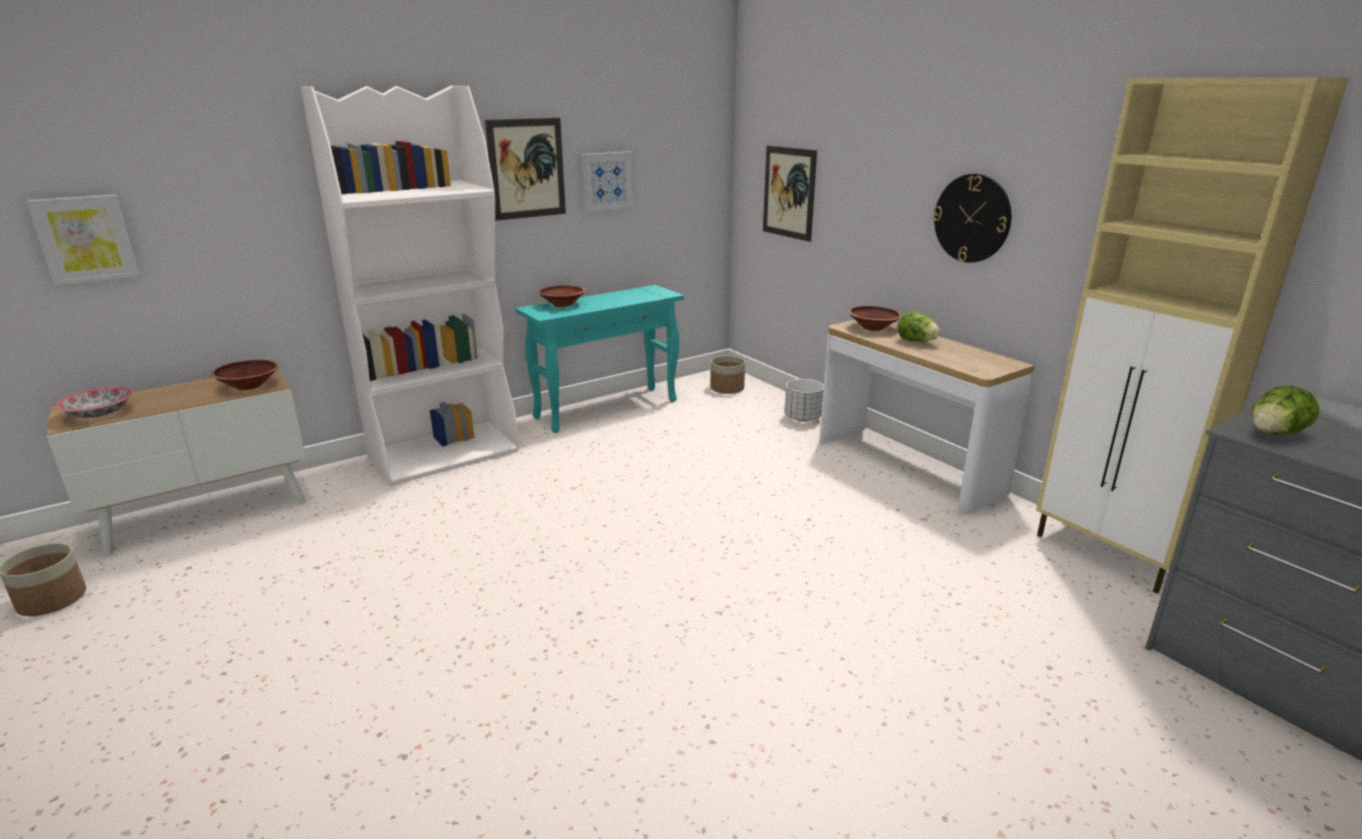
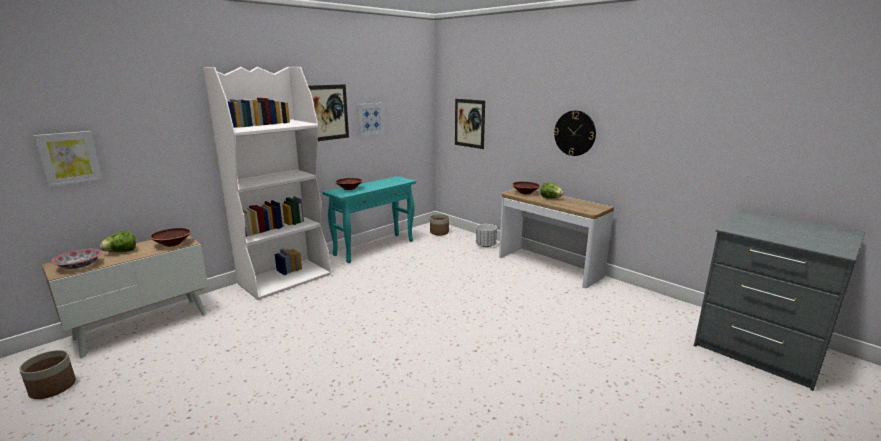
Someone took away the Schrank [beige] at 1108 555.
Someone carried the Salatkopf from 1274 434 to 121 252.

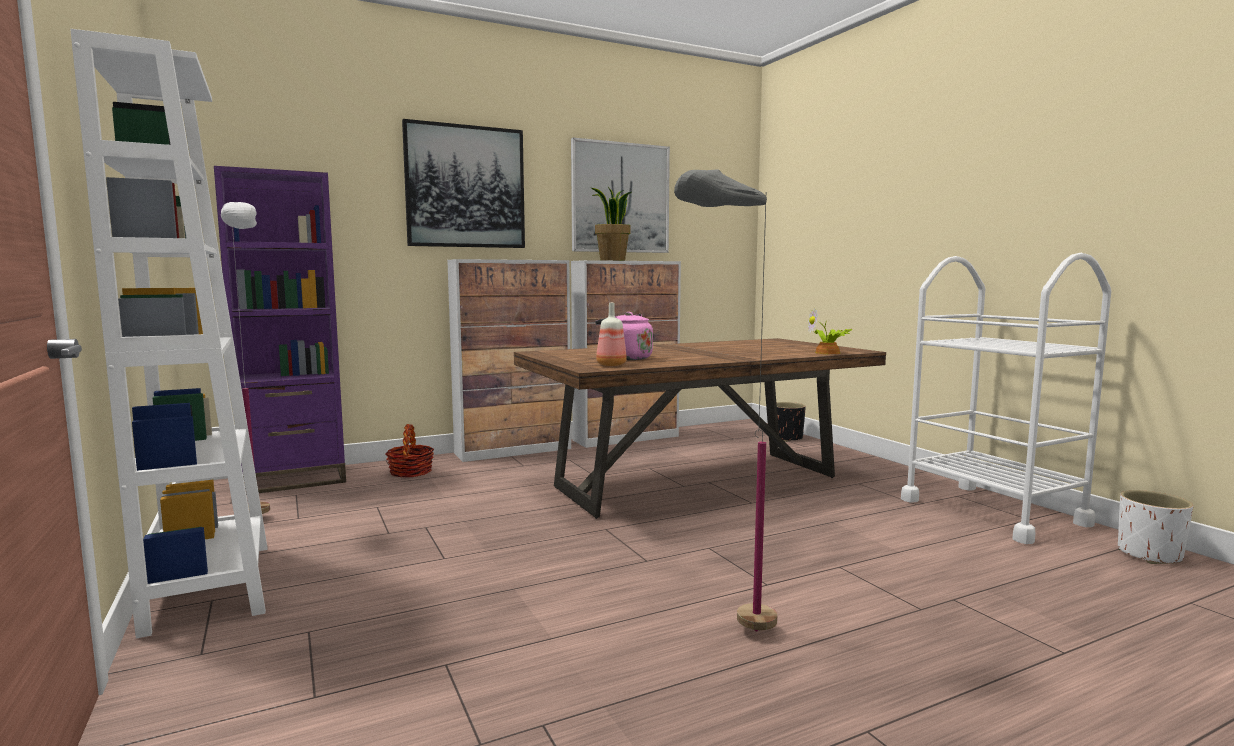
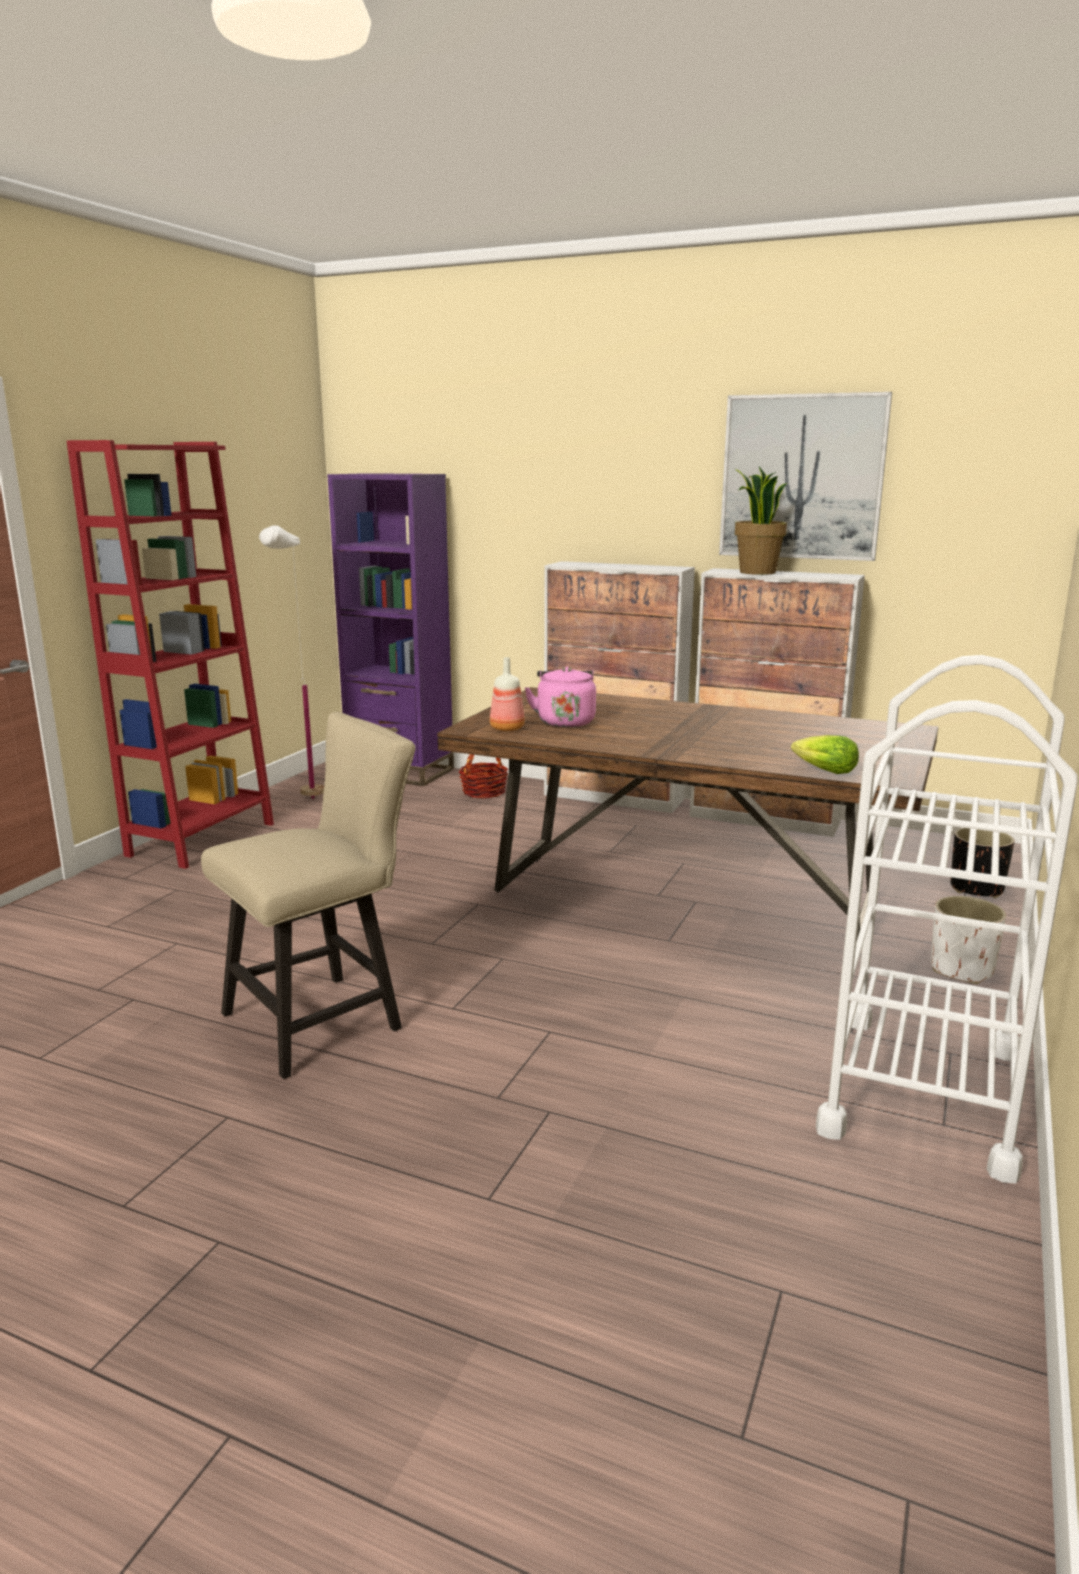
Someone repainted the Bücherregal [weiß] at 210 587, which became the Bücherregal [rot] at 201 839.
Someone took away the Bild at 465 187.
Someone swapped the Stehlampe [grau] at 723 635 for the Stuhl [beige] at 324 1018.
Someone swapped the Topfpflanze at 829 353 for the Salatkopf at 824 771.
Someone carried the Pflanzkübel [weiß] from 1150 555 to 962 970.

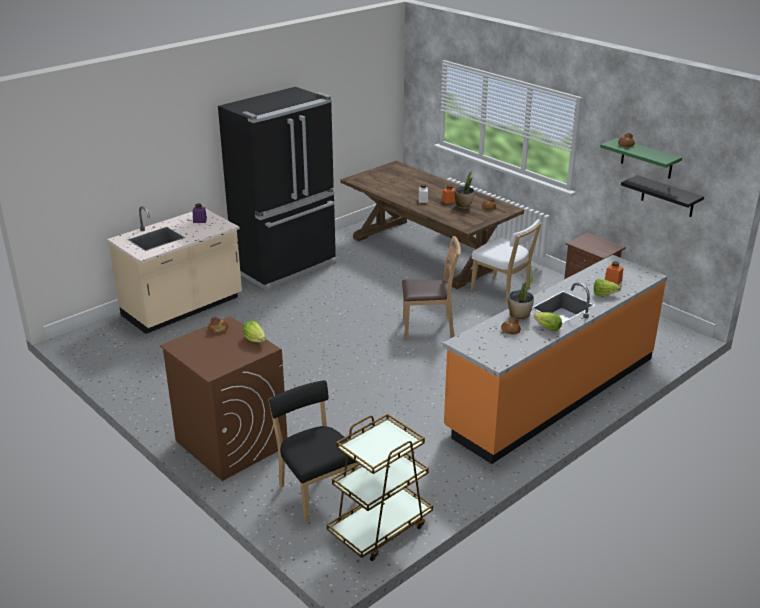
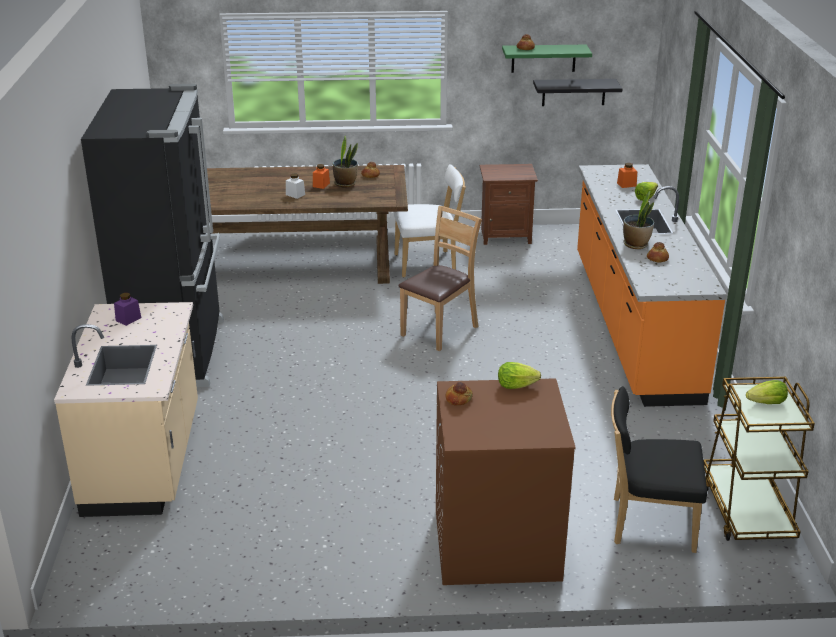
Someone carried the Salatkopf from 548 328 to 767 403.

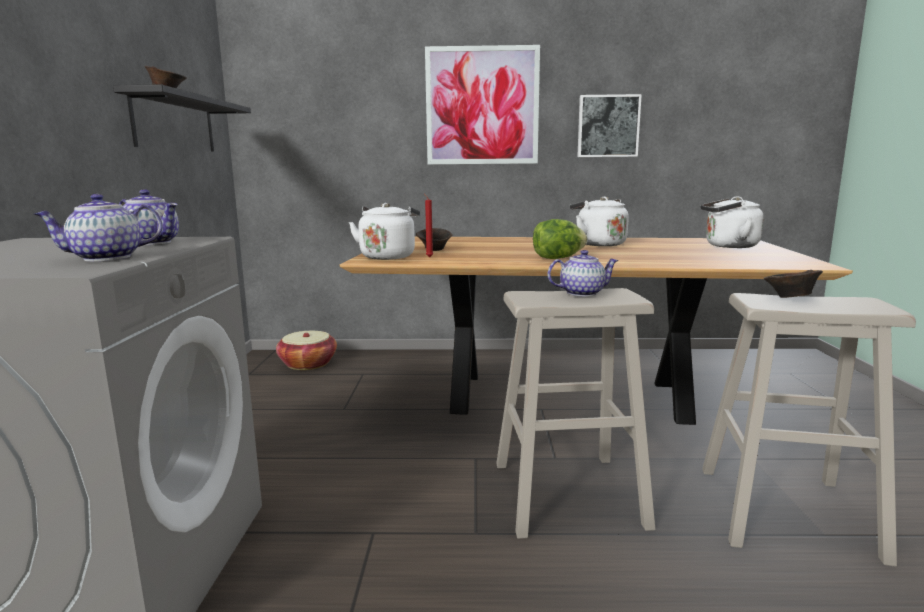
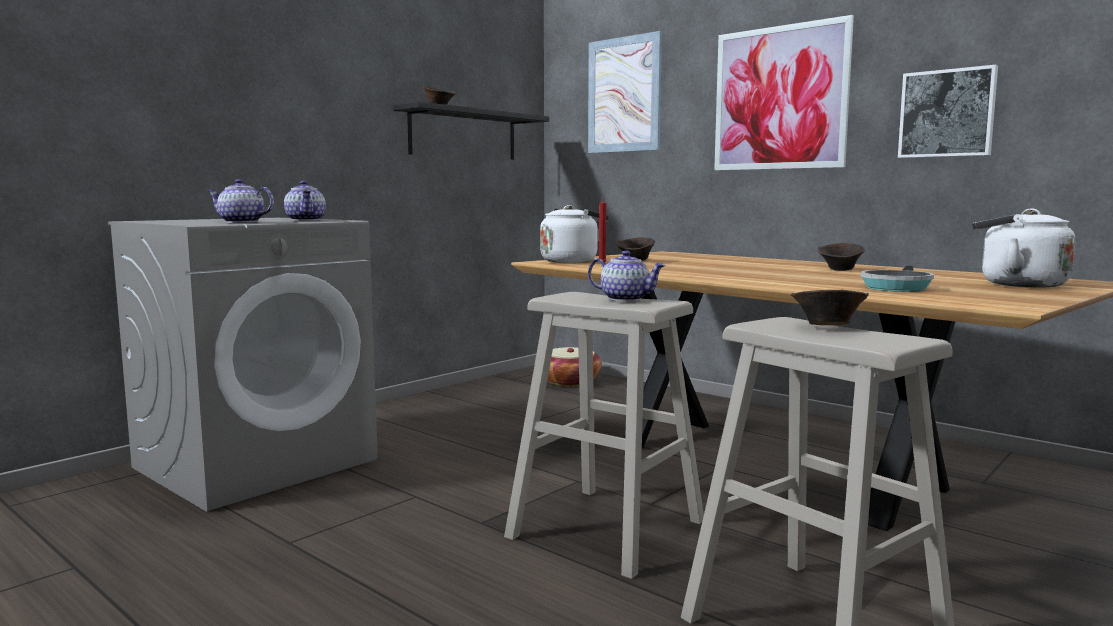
Someone took away the Salatkopf at 557 258.
Someone swapped the Wasserkessel [weiß] at 598 244 for the Schüssel [braun] at 840 270.
Someone put up the Bild at 624 95.
Someone put down the Pfanne at 896 287.

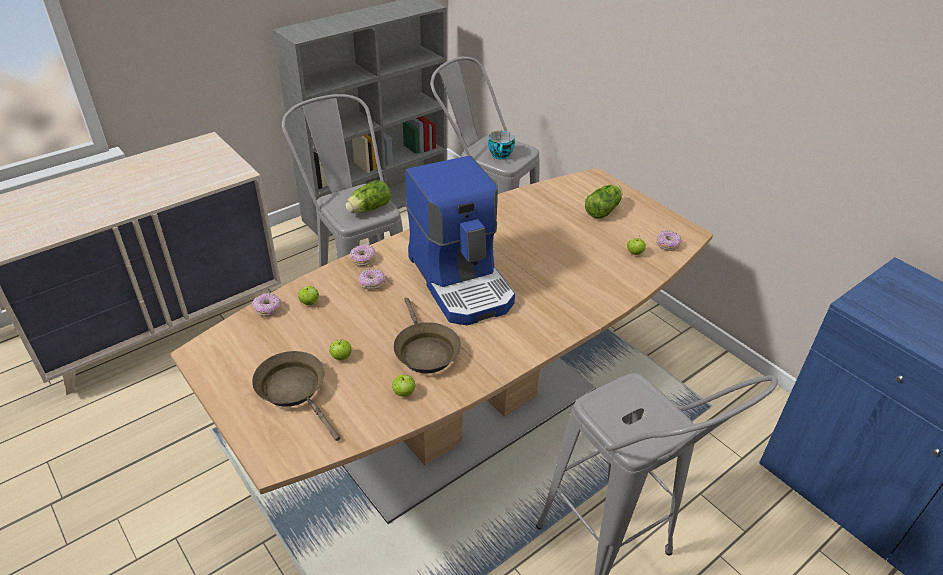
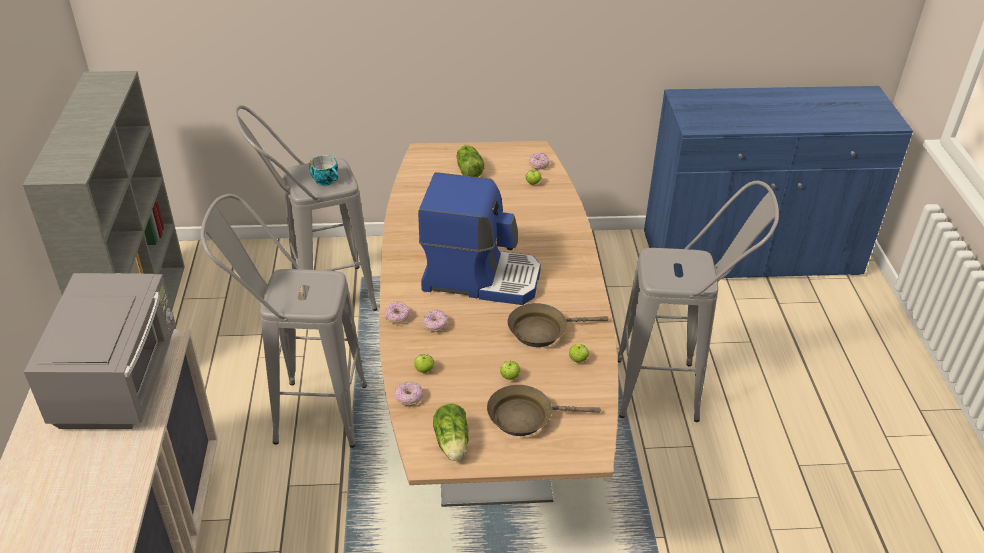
Someone carried the Salatkopf from 367 209 to 452 444.
Someone rotated the Pfanne [braun] at 425 350 by 150 degrees clockwise.
Someone put down the Mikrowelle [grau] at 120 380.

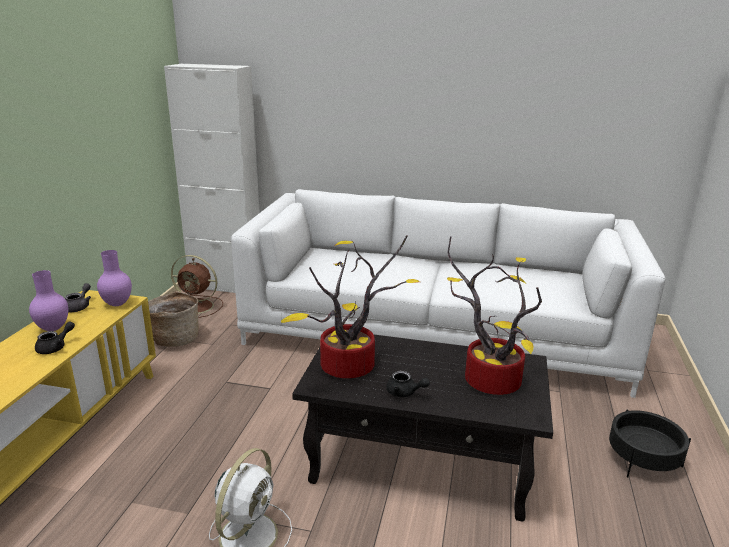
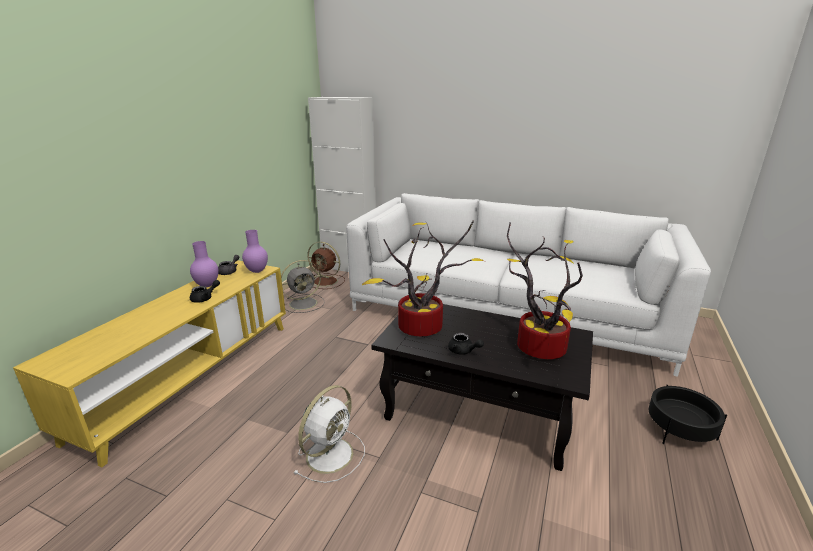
Someone swapped the Korb at 174 339 for the Ventilator [grau] at 304 303.

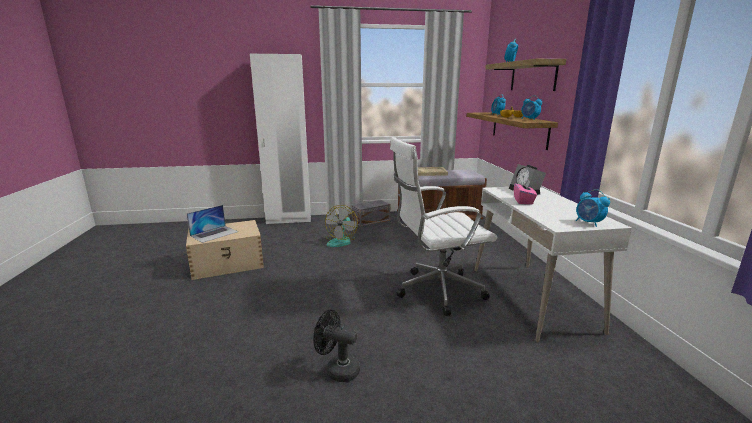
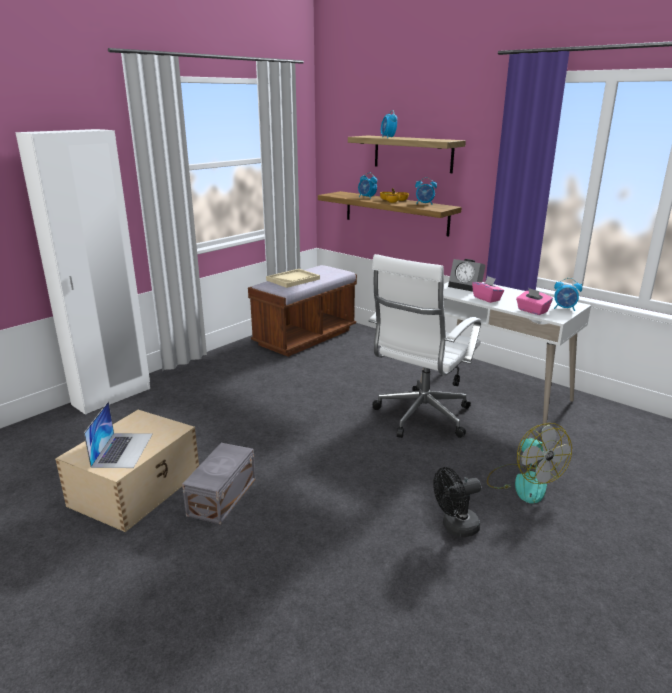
Someone carried the Ventilator from 341 241 to 523 482.
Someone carried the Aufbewahrungsbox [grau] from 370 221 to 220 497.
Someone put down the Taschentuchbox [rosa] at 532 311.

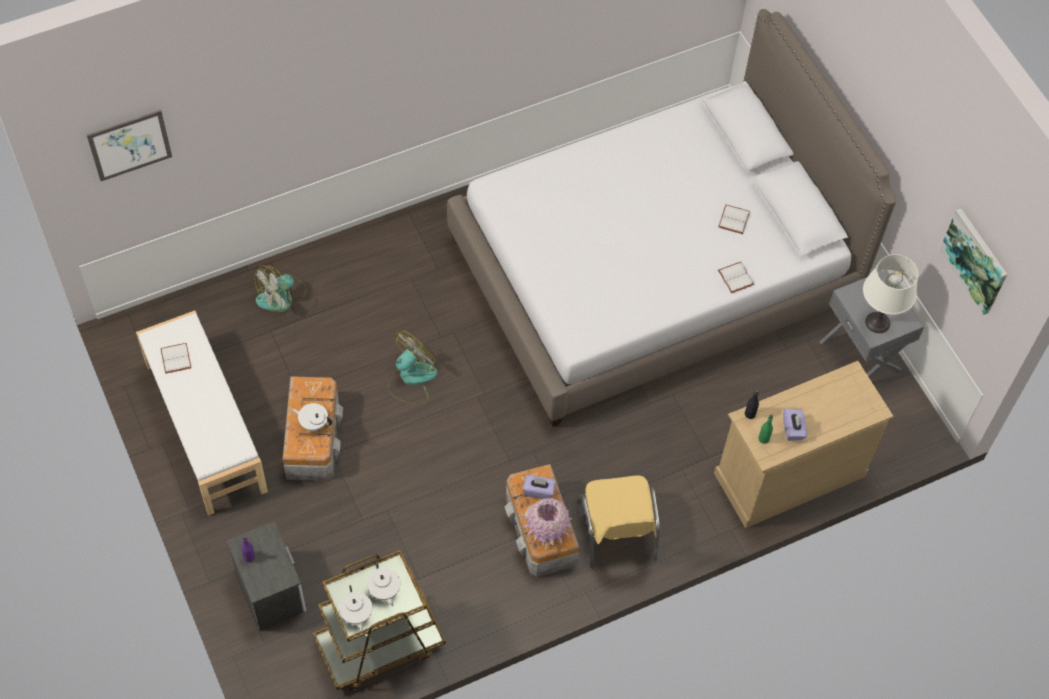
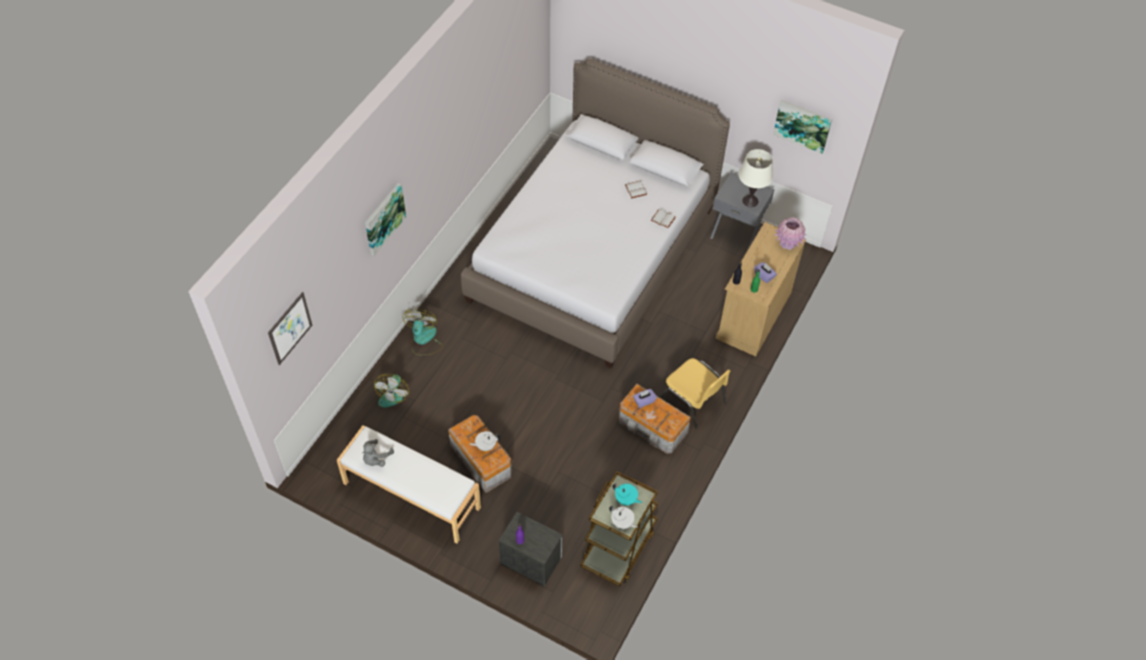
Someone swapped the Buch [weiß] at 175 358 for the Plüschtier [grau] at 376 459.
Someone repainted the Teekanne [weiß] at 384 590, which became the Teekanne [türkis] at 626 499.
Someone carried the Ventilator from 411 379 to 423 340.
Someone carried the Vase [rosa] from 547 531 to 788 243.
Someone put up the Bild at 384 218.

